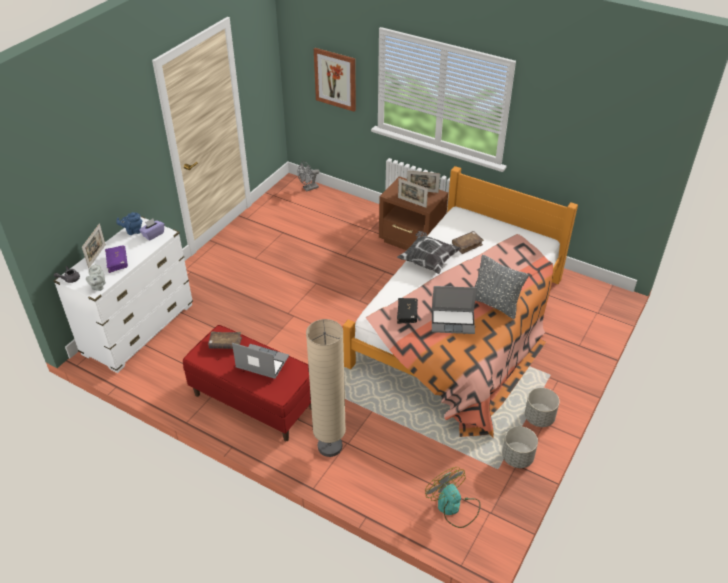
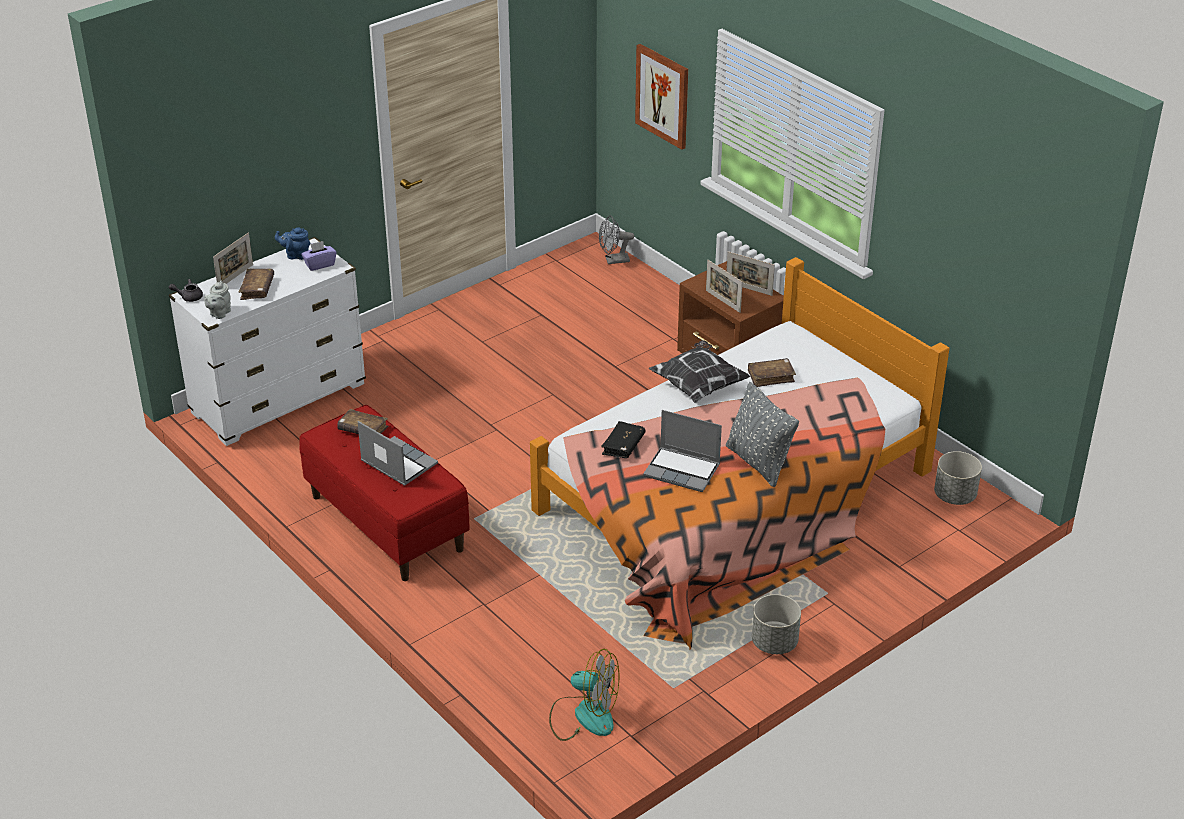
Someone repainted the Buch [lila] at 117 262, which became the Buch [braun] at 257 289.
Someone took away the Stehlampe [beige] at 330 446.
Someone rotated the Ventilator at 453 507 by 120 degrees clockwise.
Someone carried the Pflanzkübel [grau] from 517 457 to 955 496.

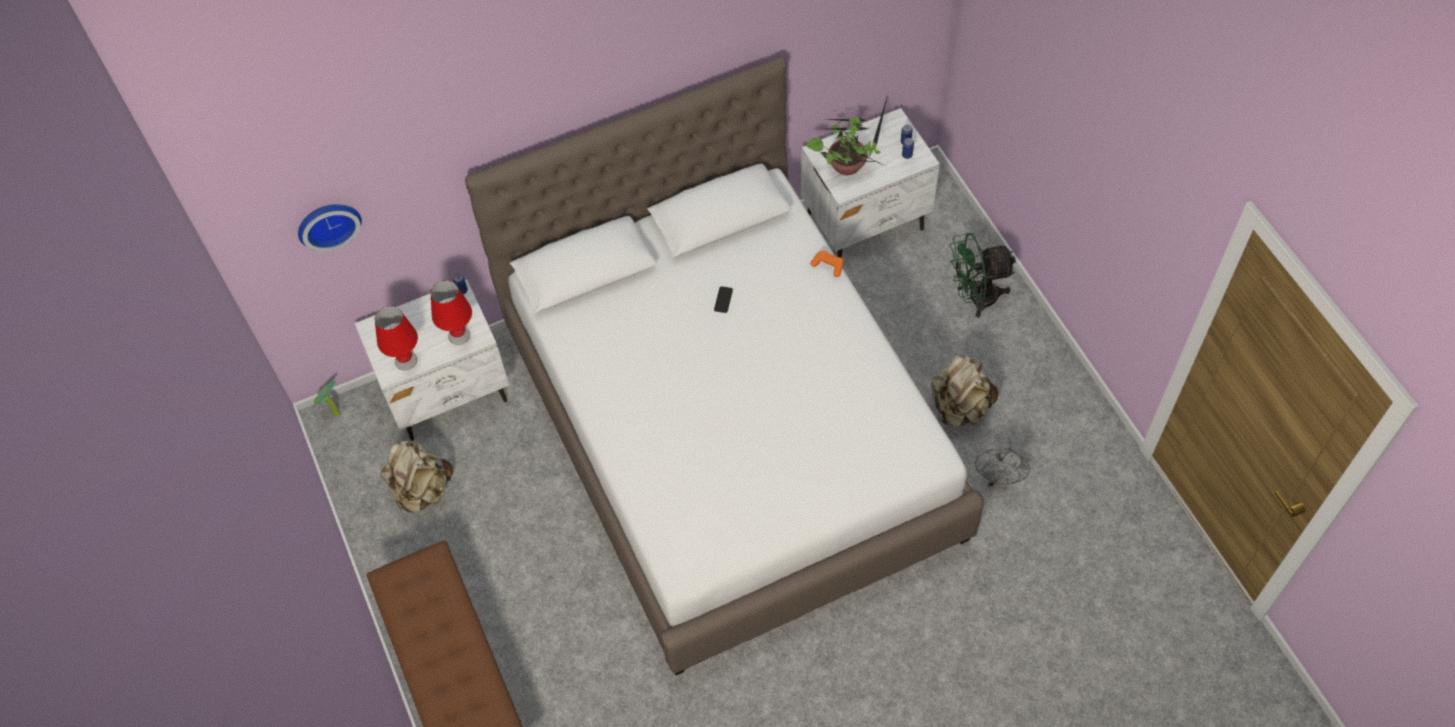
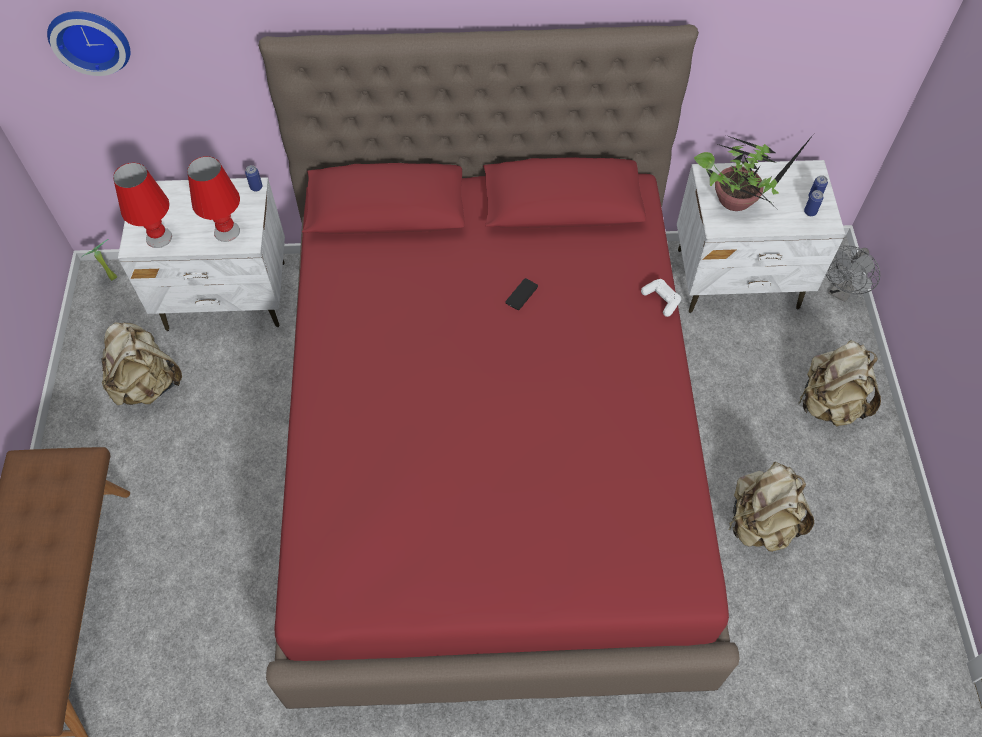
Someone repainted the Bett [weiß] at 731 432, which became the Bett [rot] at 491 449.
Someone repainted the Gamepad [orange] at 828 266, which became the Gamepad [weiß] at 661 300.
Someone swapped the Ventilator [grün] at 975 297 for the Rucksack [beige] at 829 404.
Someone carried the Ventilator [grau] from 998 480 to 841 292.

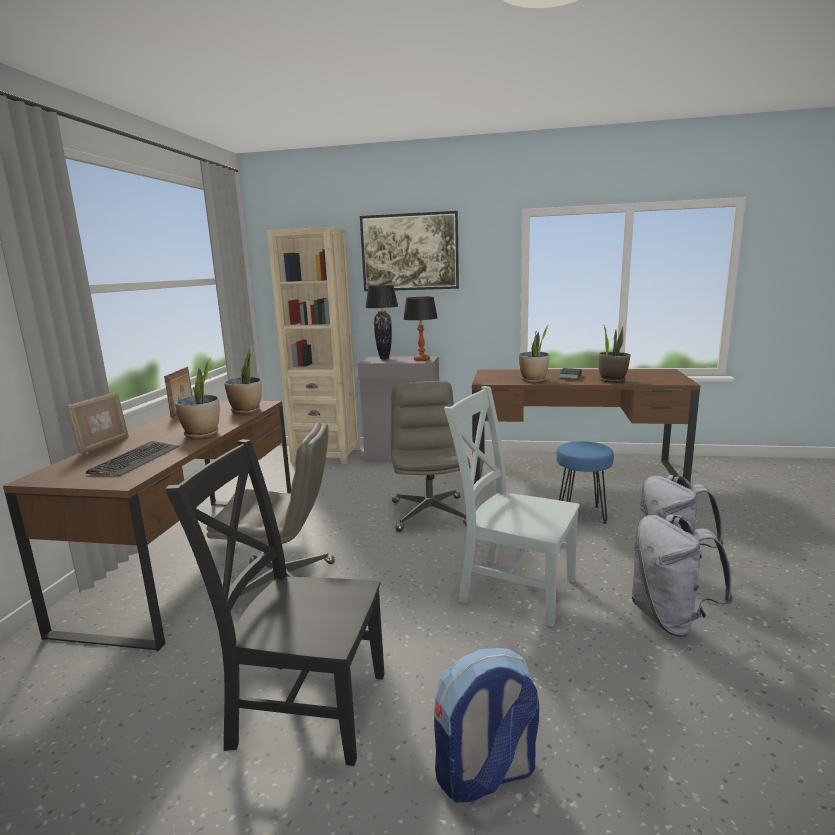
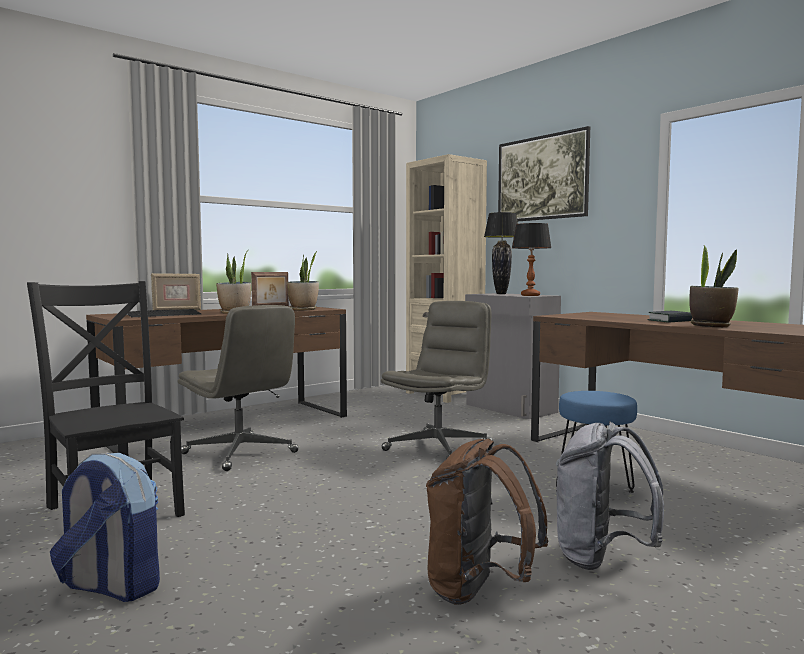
Someone took away the Stuhl [grau] at 512 588.
Someone took away the Topfpflanze at 533 380.
Someone repainted the Rucksack [grau] at 670 619, which became the Rucksack [braun] at 479 591.

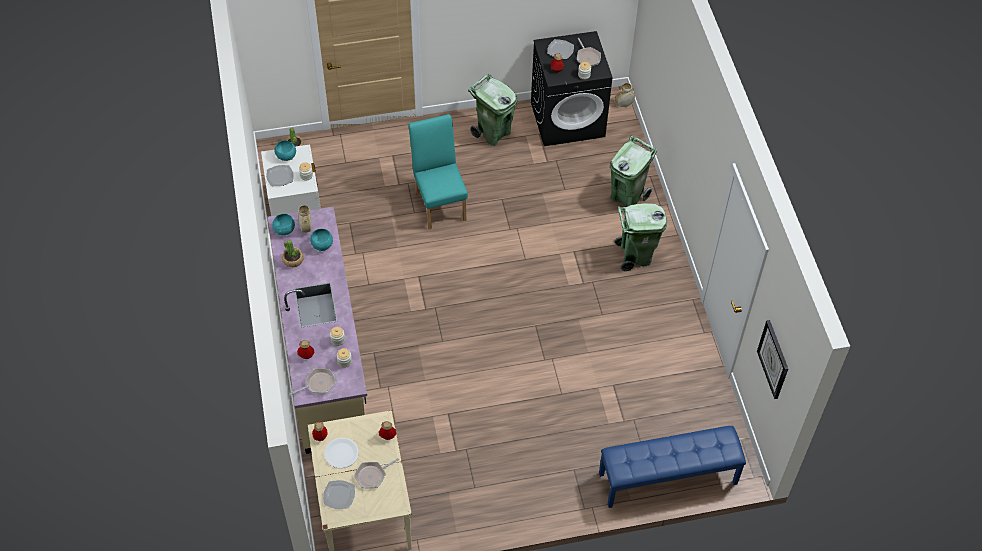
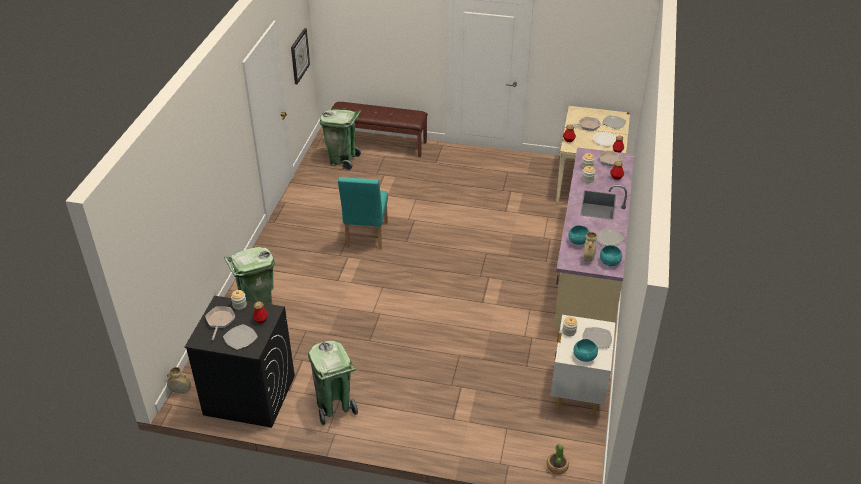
Someone swapped the Topfpflanze at 293 260 for the Teller at 608 238.
Someone carried the Stuhl [türkis] from 439 202 to 366 237.
Someone repainted the Bank [blau] at 668 479, which became the Bank [braun] at 379 143.
Someone carried the Mülleimer [grün] from 635 255 to 343 160.

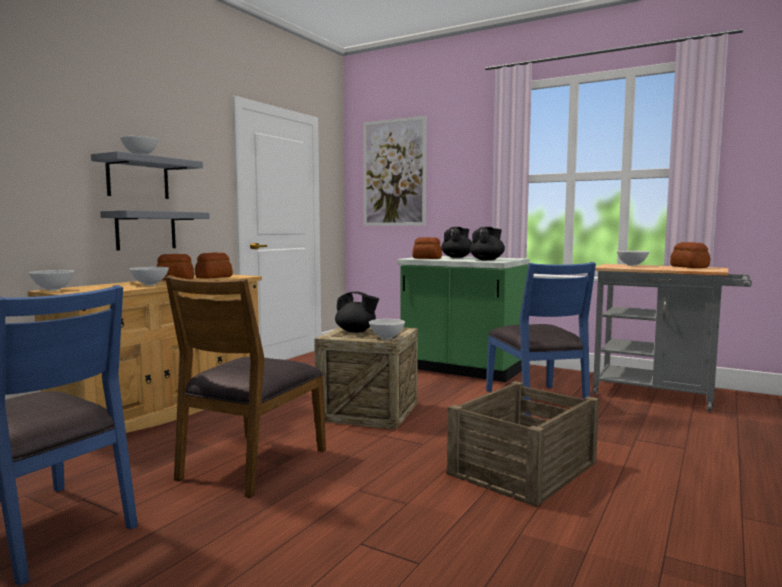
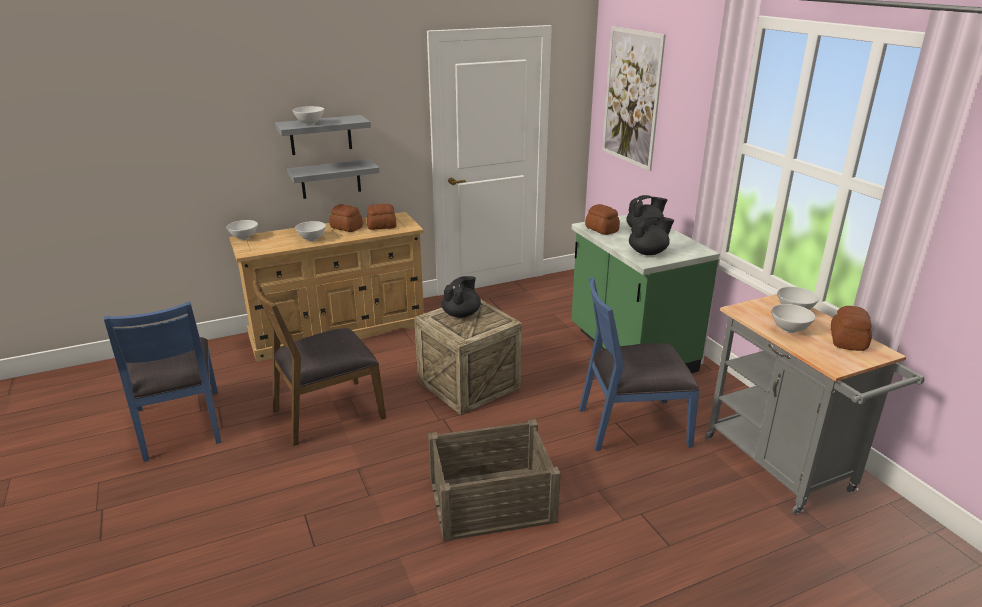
Someone rotated the Teekanne [schwarz] at 356 331 by 120 degrees counterclockwise.
Someone carried the Schüssel [weiß] from 387 338 to 789 329.
Someone rotated the Stuhl [blau] at 537 401 by 60 degrees clockwise.

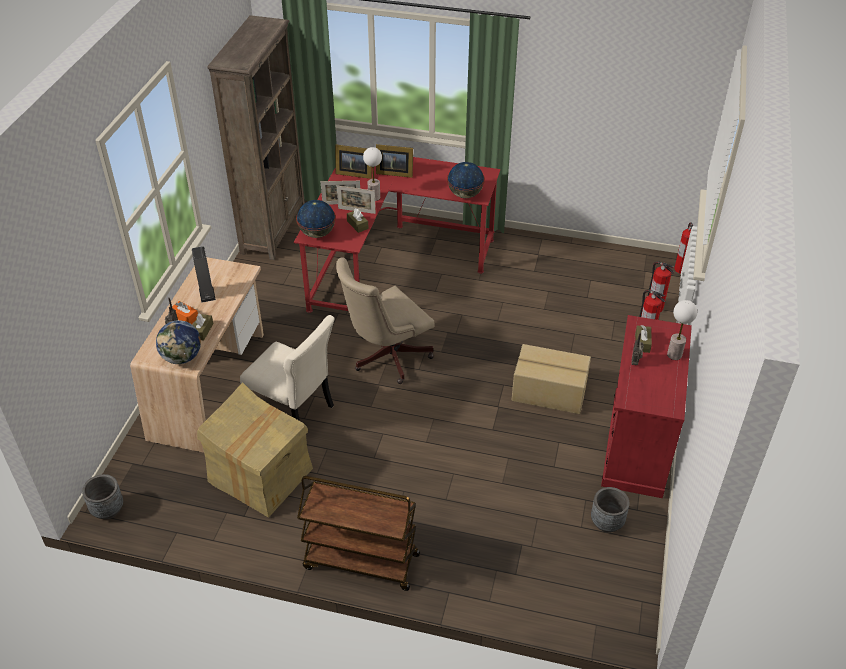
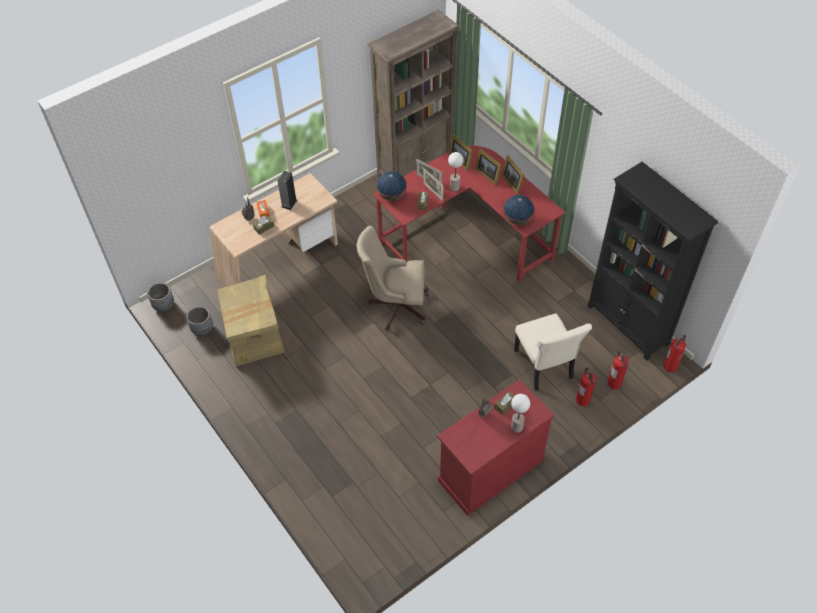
Someone took away the Globus at 182 357.
Someone carried the Stuhl [beige] from 294 411 to 544 366.
Someone took away the Rollwagen [braun] at 360 562.
Someone took away the Karton at 549 392.
Someone carried the Pflanzkübel [grau] from 606 522 to 202 329.
Someone put down the Bilderrahmen at 512 182.
Someone put down the Bücherregal [schwarz] at 628 325.

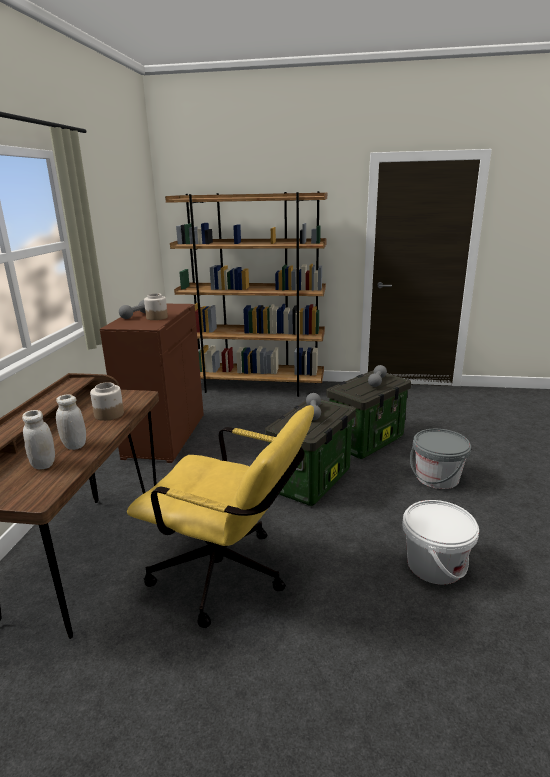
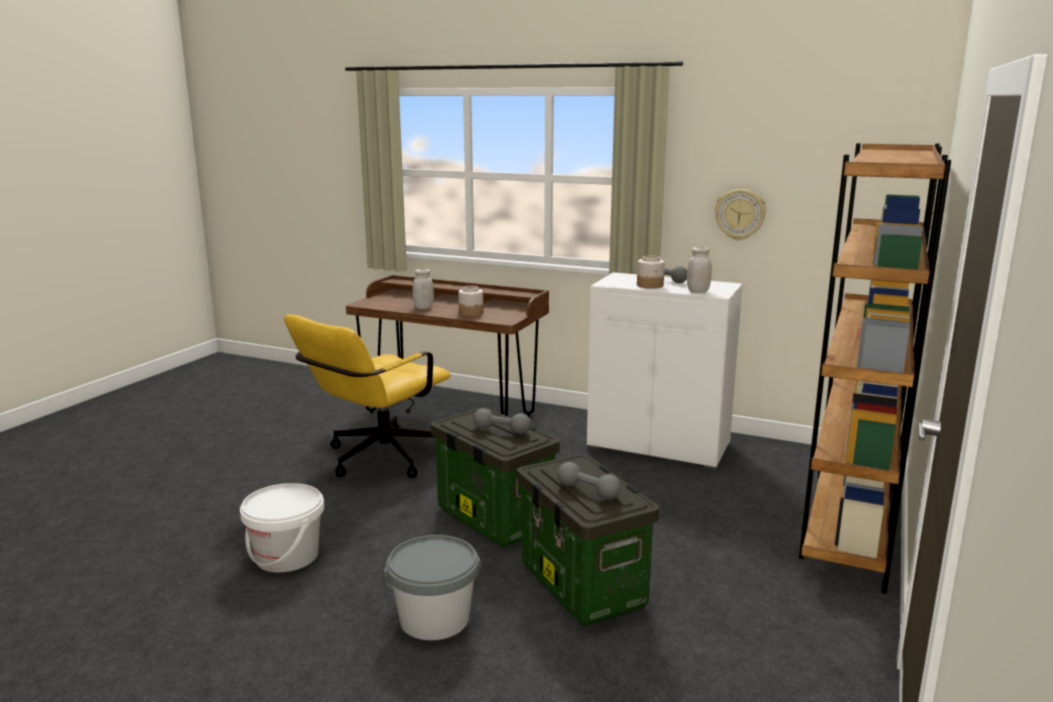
Someone carried the Vorratsglas [weiß] from 43 464 to 698 291.
Someone repainted the Schrank [braun] at 164 436, which became the Schrank [weiß] at 659 445.
Someone put up the Wanduhr at 740 214.

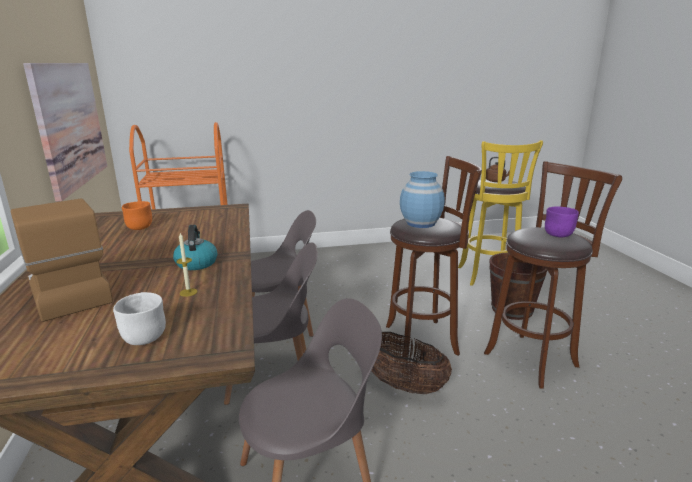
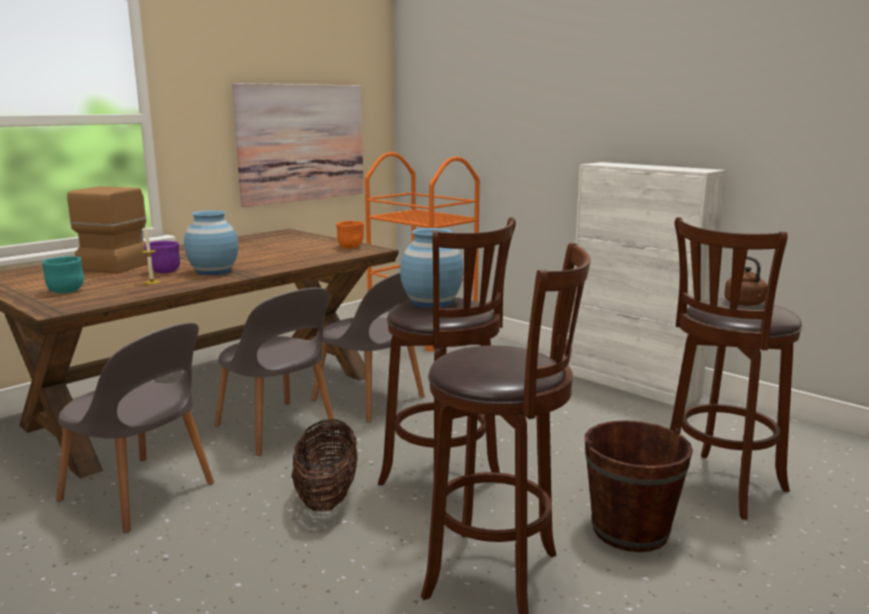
Someone repainted the Schüssel [weiß] at 143 338, which became the Schüssel [türkis] at 66 291.
Someone carried the Schüssel [orange] from 139 227 to 351 247.
Someone swapped the Wasserkessel at 196 263 for the Vase [blau] at 214 271.
Someone repainted the Hocker [gelb] at 489 276, which became the Hocker [braun] at 718 487.
Someone carried the Schüssel [lila] from 559 235 to 164 272.
Someone put down the Schrank [weiß] at 633 385.

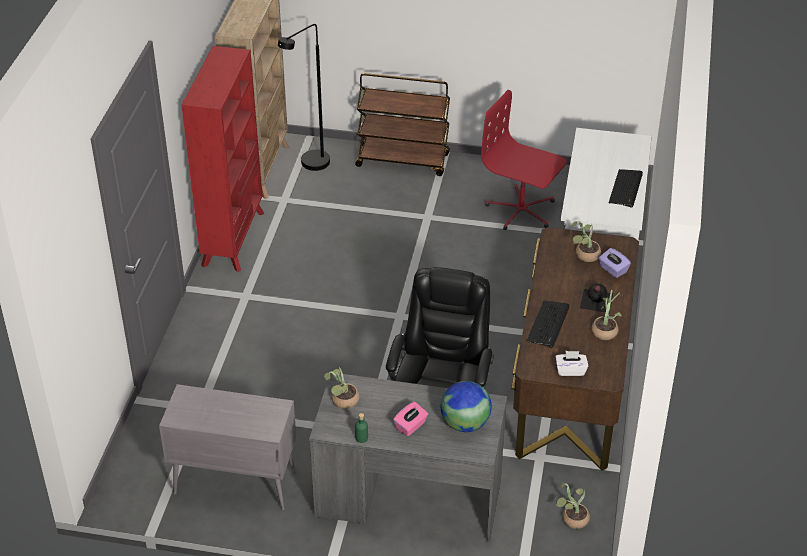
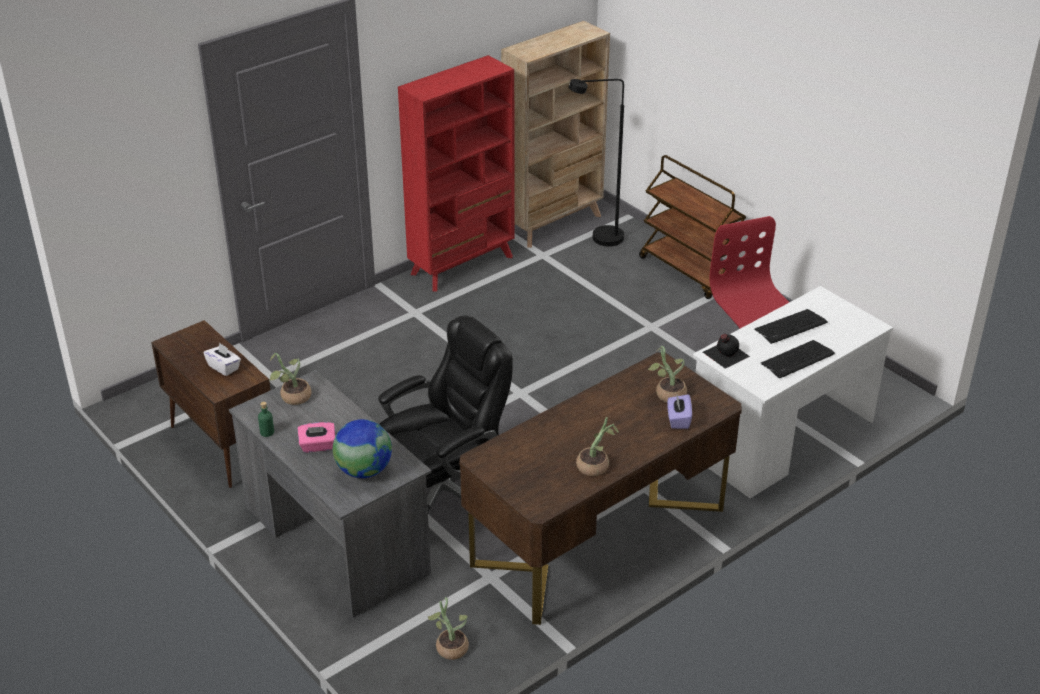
Someone repainted the Schrank [grau] at 233 483, which became the Schrank [braun] at 222 445.
Someone carried the Tastatur from 548 324 to 790 327.
Someone carried the Taschentuchbox [weiß] from 570 370 to 224 367.
Someone carried the Flasche [schwarz] from 595 301 to 725 354.

